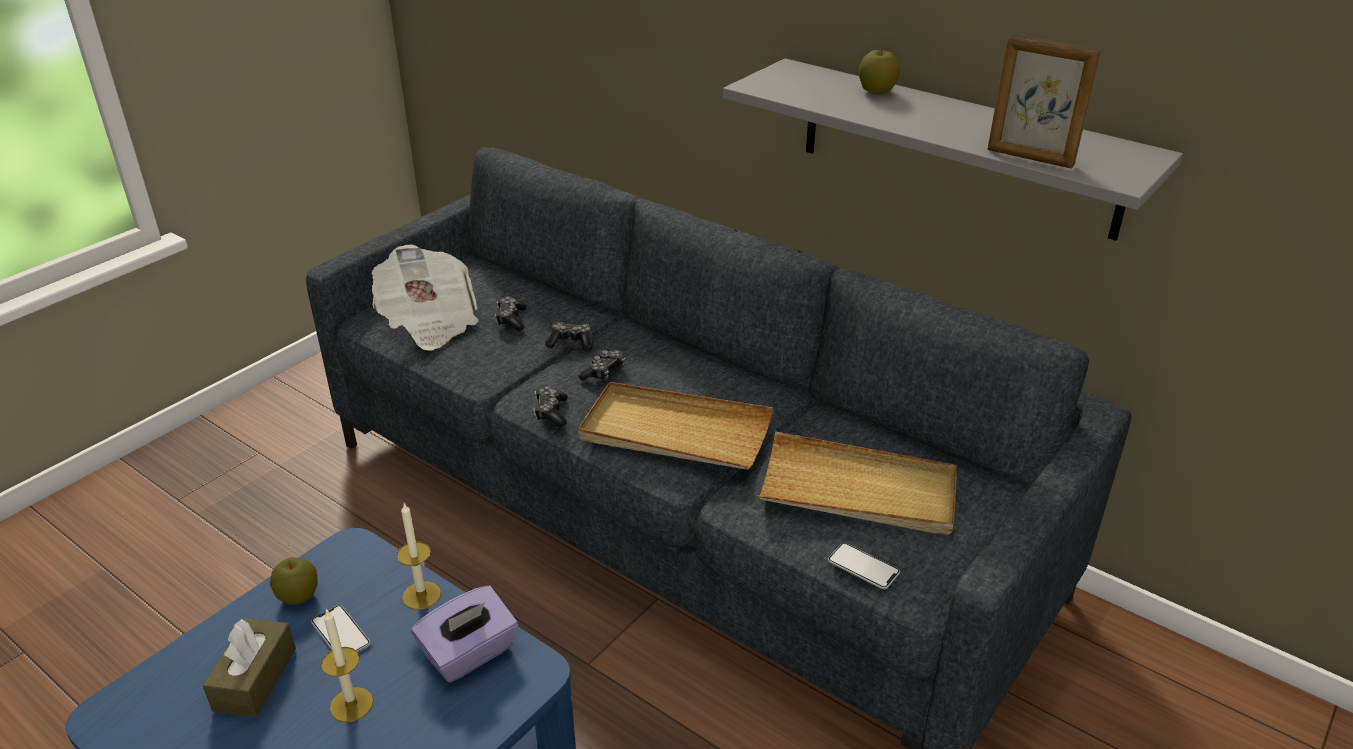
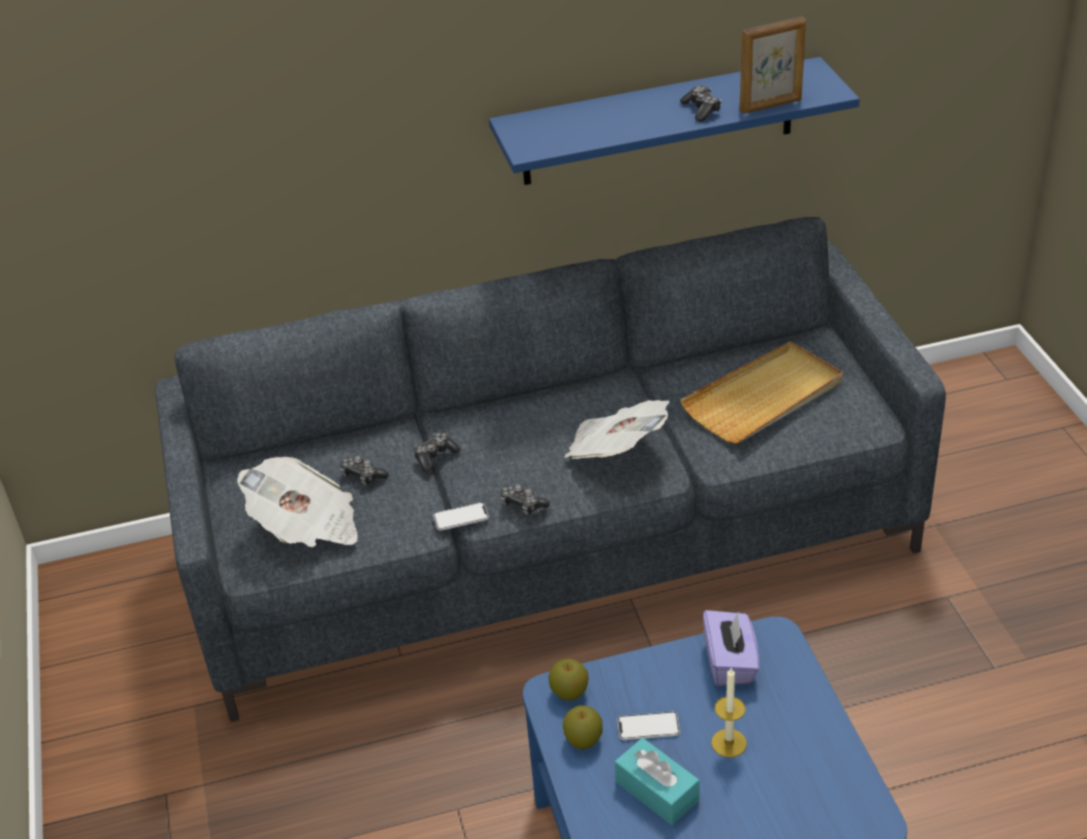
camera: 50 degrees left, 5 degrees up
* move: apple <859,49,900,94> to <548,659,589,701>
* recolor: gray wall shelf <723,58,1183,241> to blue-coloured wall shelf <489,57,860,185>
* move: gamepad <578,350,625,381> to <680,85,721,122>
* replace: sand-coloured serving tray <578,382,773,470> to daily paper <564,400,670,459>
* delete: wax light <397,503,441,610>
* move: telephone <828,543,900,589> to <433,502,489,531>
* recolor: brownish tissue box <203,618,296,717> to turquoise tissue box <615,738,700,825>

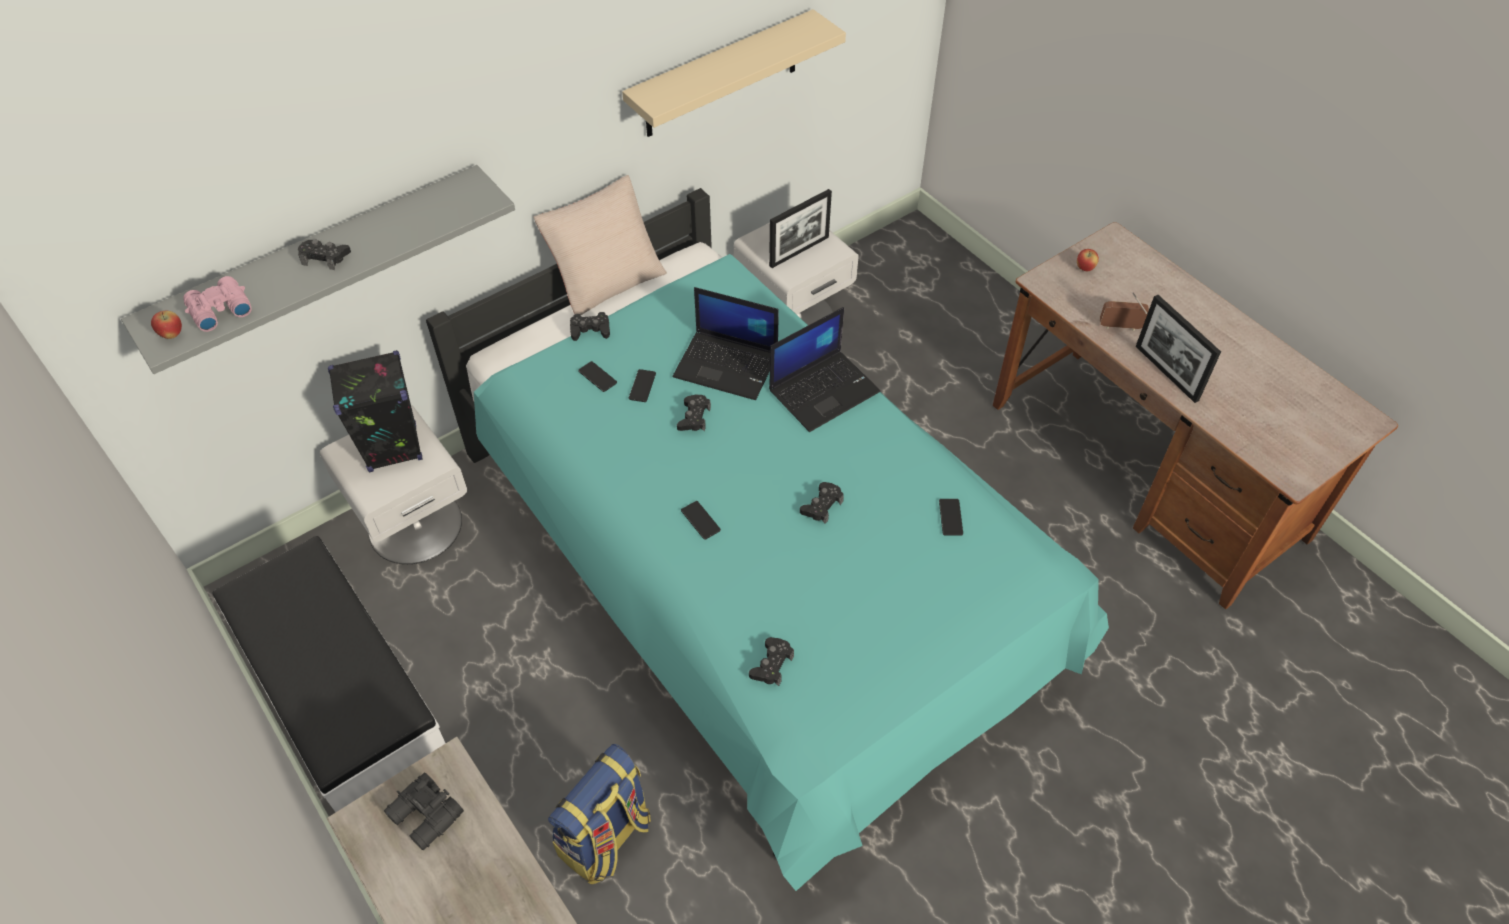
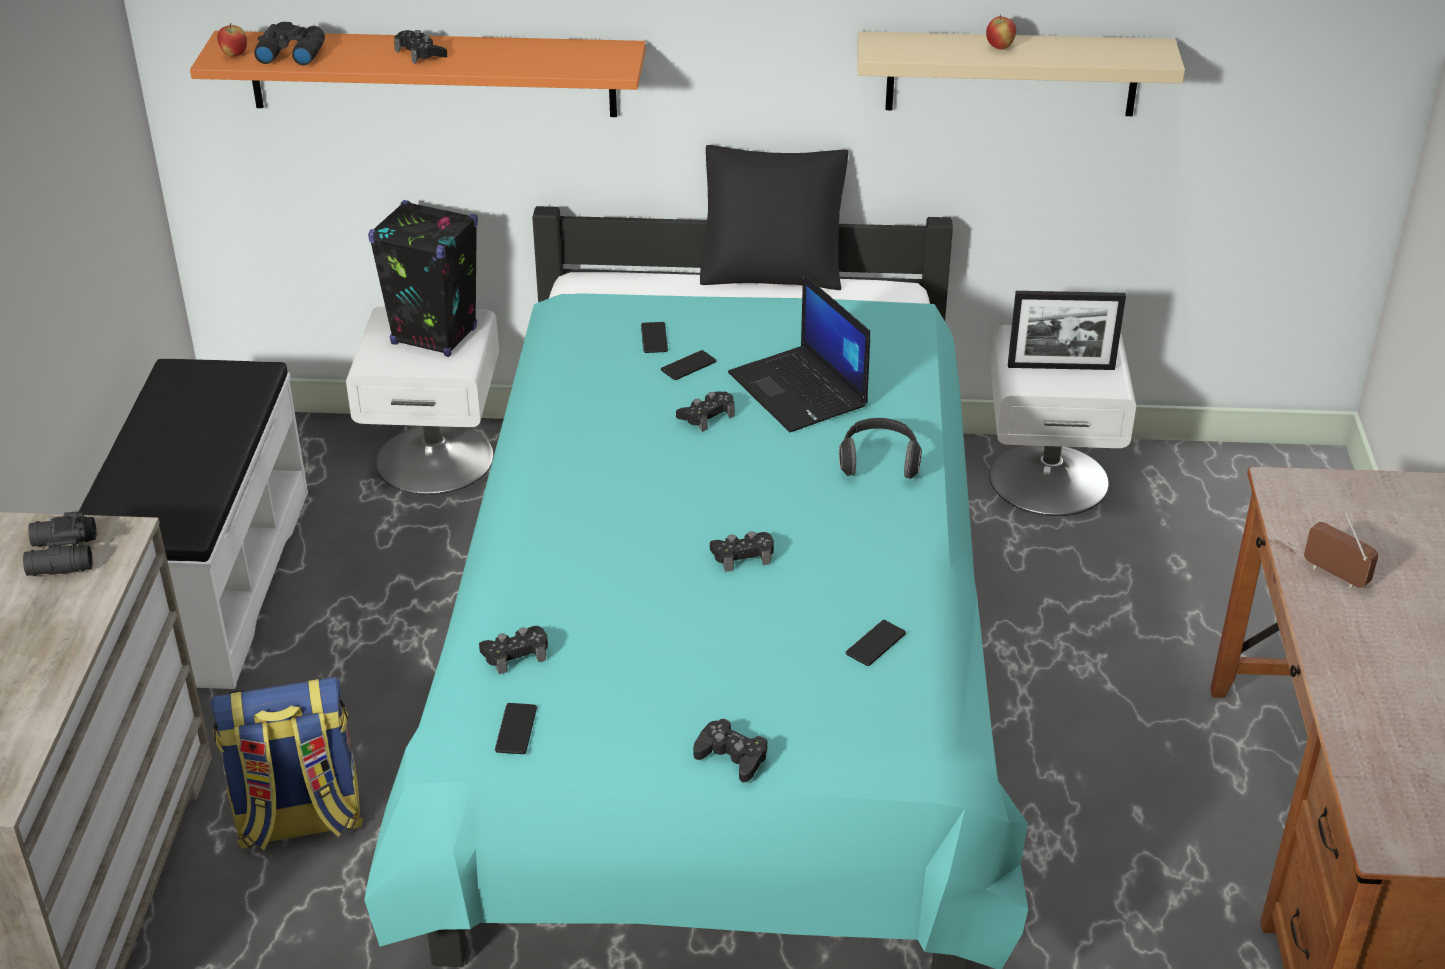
camera: 40 degrees right, 15 degrees down
* recolor: gray wall shelf <121,165,515,374> to orange-coloured wall shelf <190,31,646,117>
* recolor: sand-coloured throw pillow <533,175,667,315> to blackish throw pillow <700,145,848,290>
* move: apple <1077,249,1099,271> to <986,14,1016,50>
* recolor: pink-coloured pair of binoculars <183,276,252,332> to blackish pair of binoculars <254,22,325,66>
* delete: photo frame <1136,295,1221,403>
* replace: portable computer <769,307,880,432> to headset <839,418,922,479>
* move: blackish gamepad <570,312,610,341> to <693,719,767,783>
* move: telephone <681,501,721,540> to <495,703,537,754>

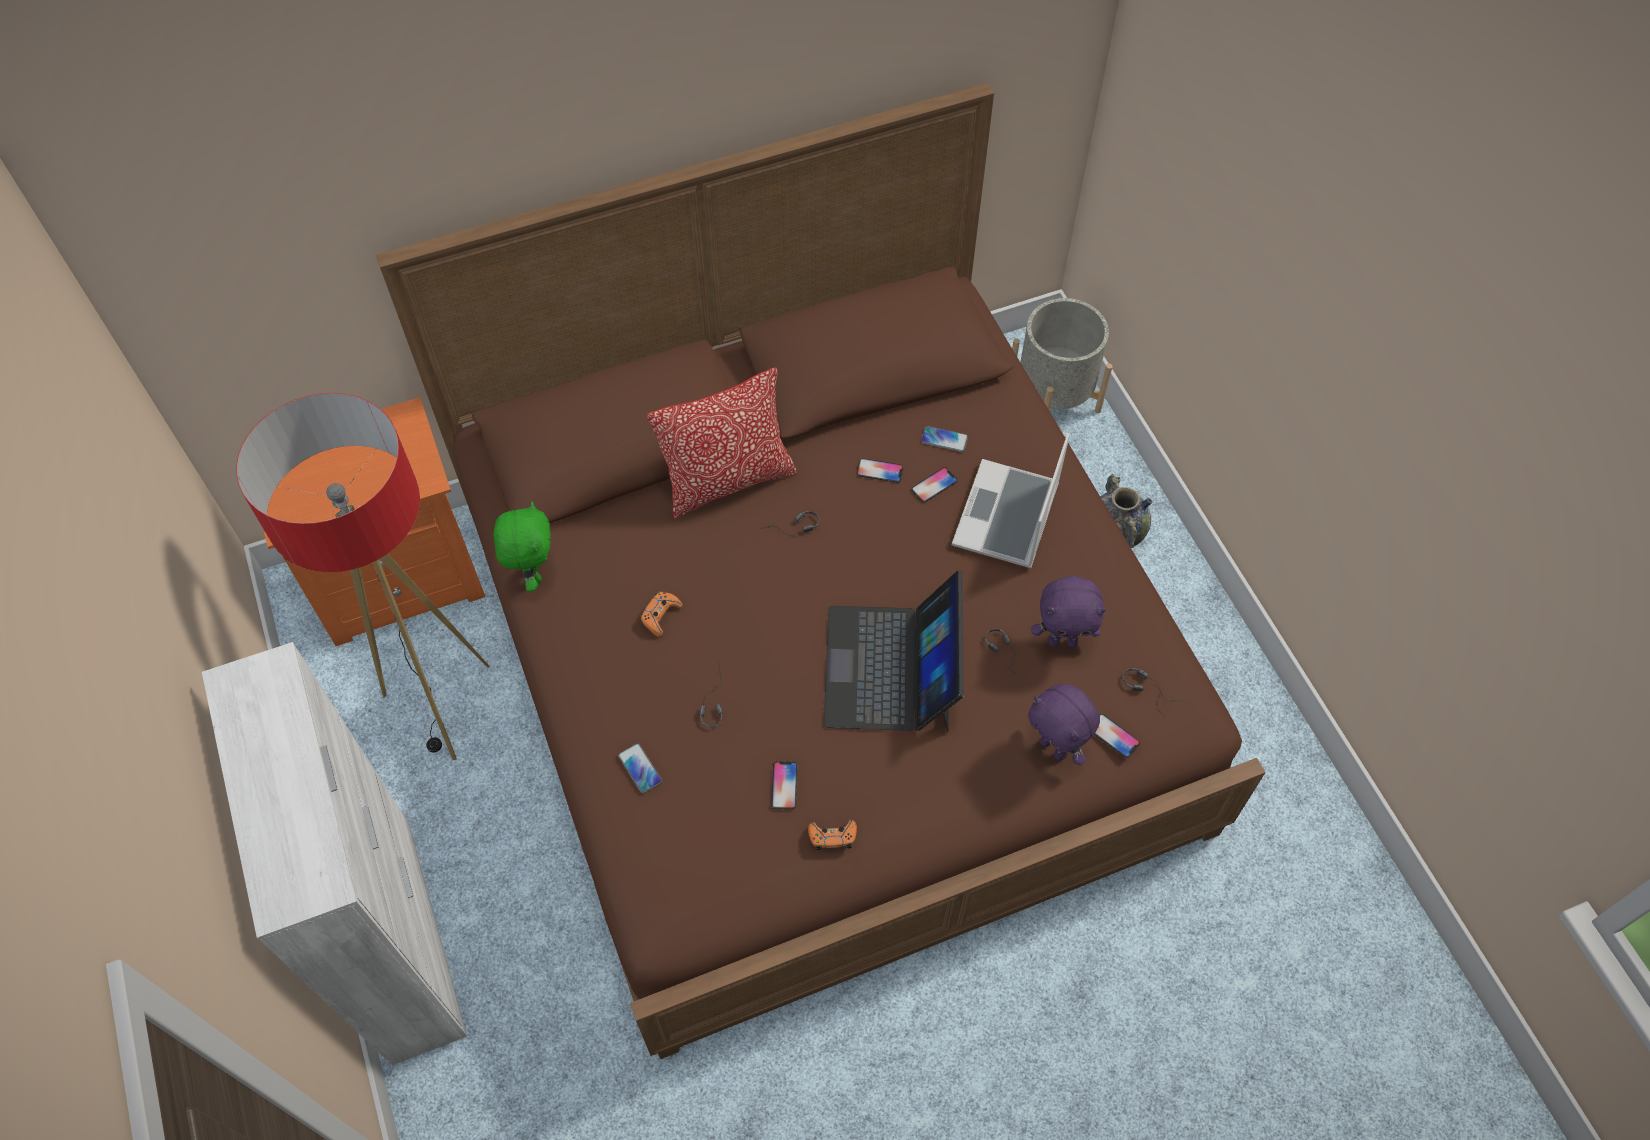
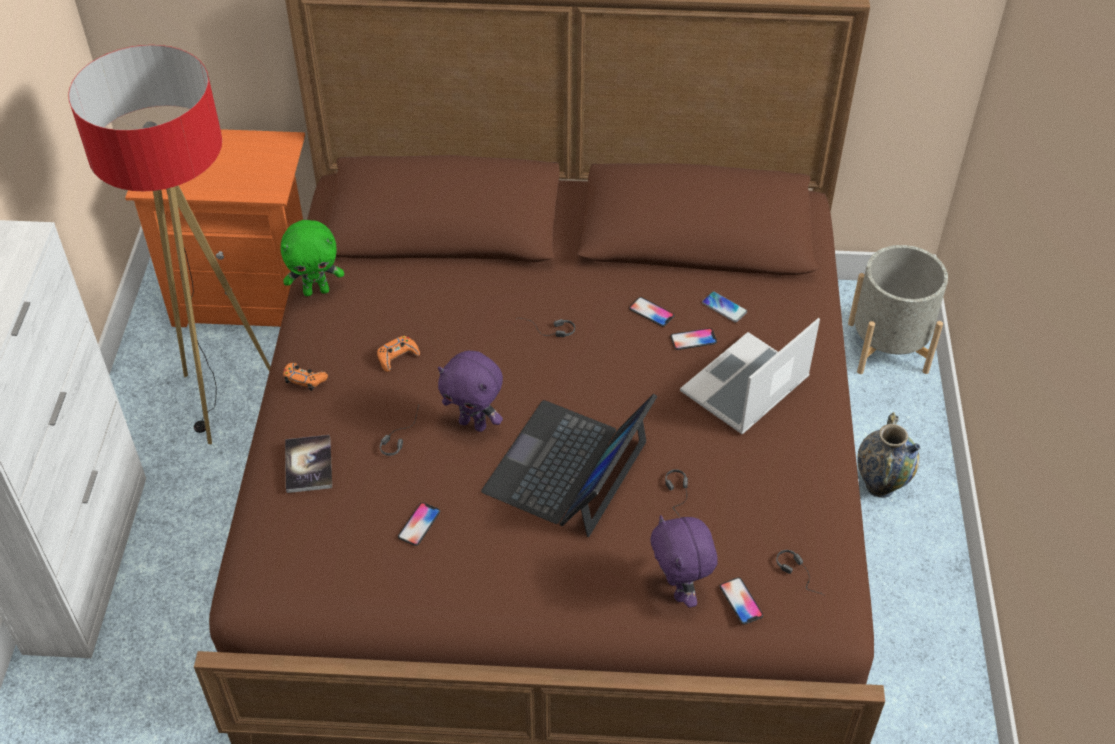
camera: 25 degrees right, 10 degrees down
* delete: throw pillow <647,367,796,519>
* rotate: greenish plush toy <494,502,551,591> = <280,220,344,296> 60 degrees clockwise
* move: purple-coloured plush toy <1031,576,1106,647> to <438,351,503,432>
* replace: telephone <618,743,662,793> to book <285,435,332,493>
* move: orange-coloured gamepad <808,820,857,850> to <283,363,328,391>

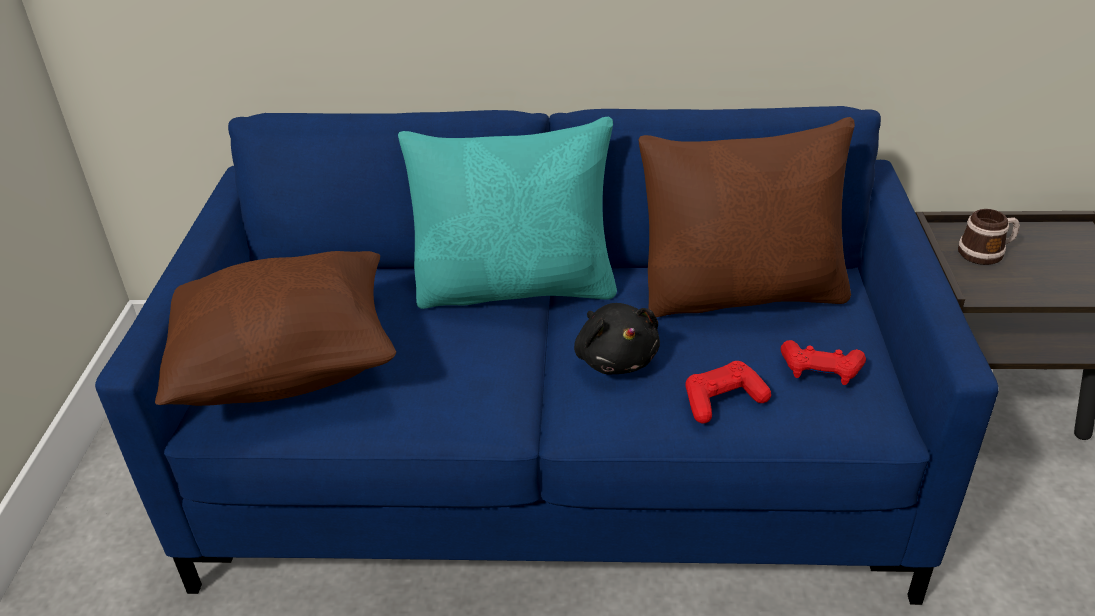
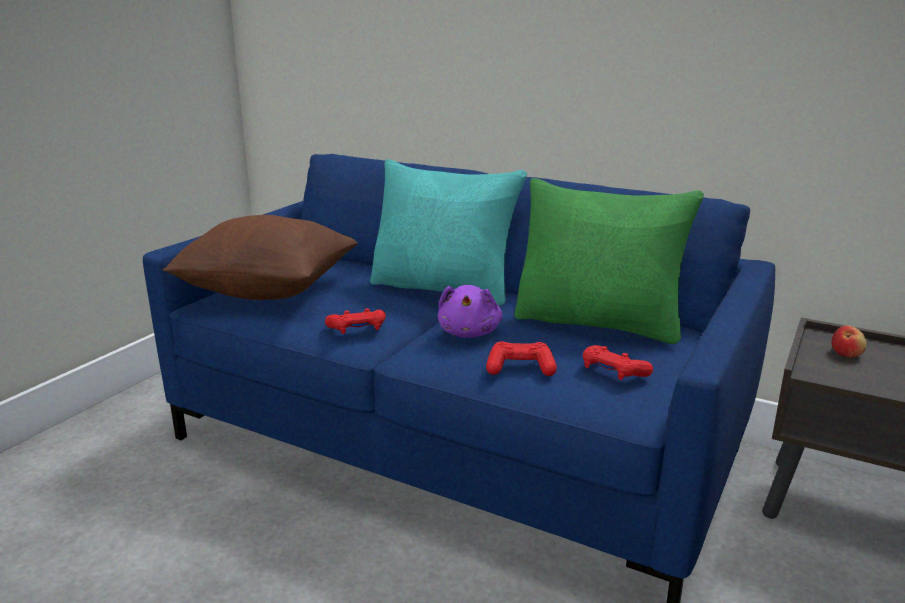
camera: 25 degrees right, 15 degrees down
* recolor: brownish throw pillow <638,117,855,317> to greenish throw pillow <514,178,704,344>
* replace: coffee mug <958,209,1020,265> to apple <832,325,867,357>
* recolor: blackish plush toy <574,303,660,374> to purple-coloured plush toy <438,285,502,338>
* insert: reddish gamepad <325,308,386,334>

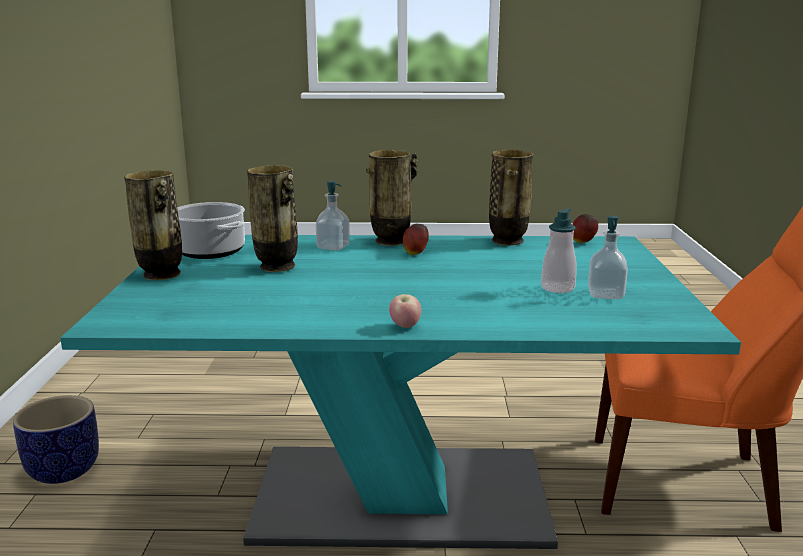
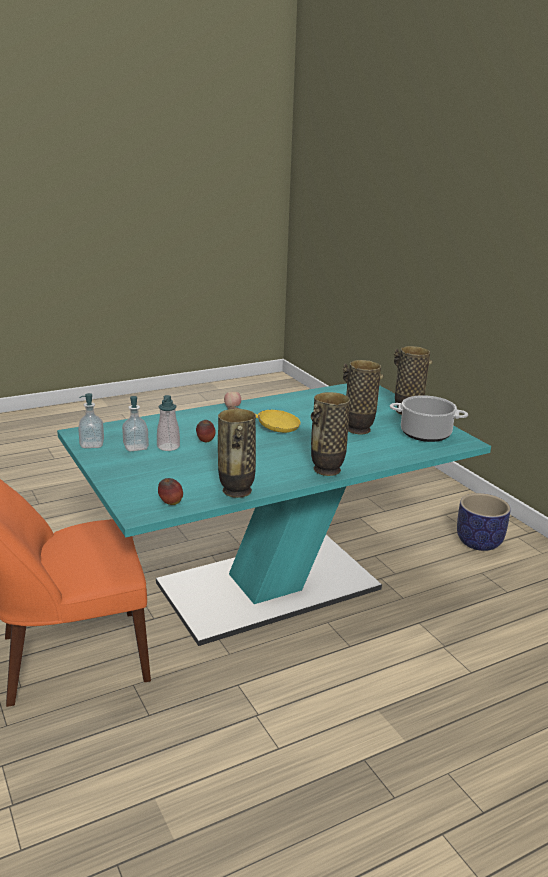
camera: 150 degrees right, 5 degrees up
* move: soap dispenser <316,181,350,251> to <78,393,104,448>
* move: apple <403,224,429,255> to <196,420,216,442>
* insert: yellowish frying pan <227,406,301,433>

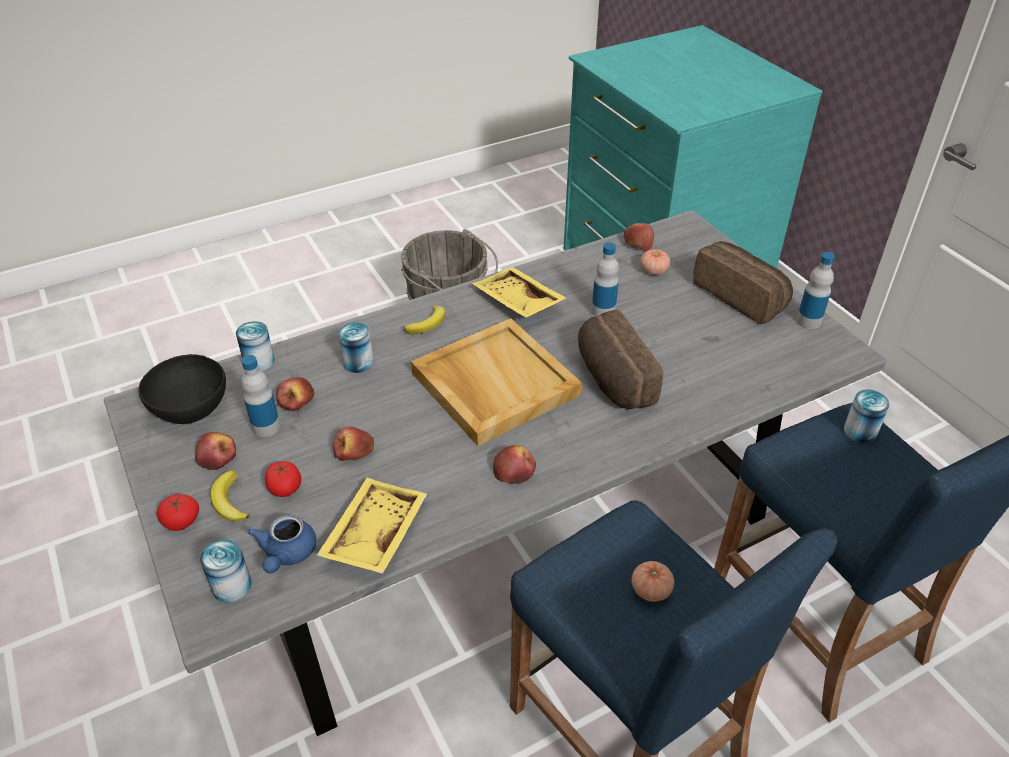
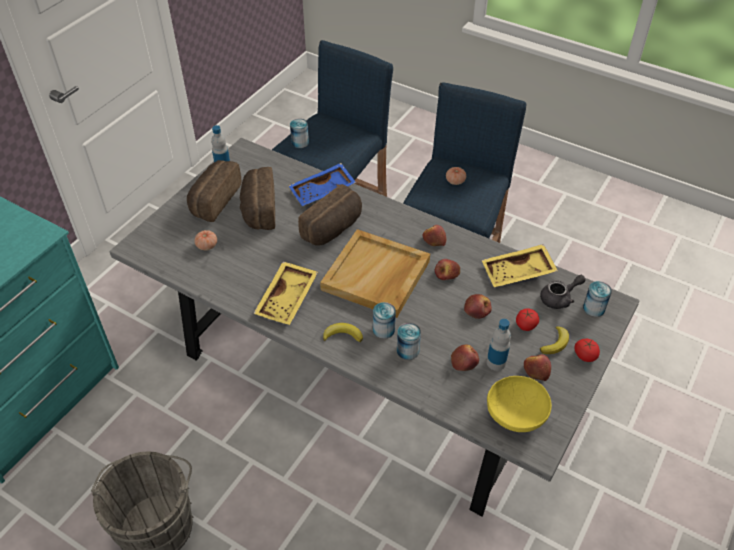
camera: 120 degrees left, 5 degrees up
* move: apple <624,223,654,252> to <435,259,460,280>
* delete: bottle <592,242,619,316>
* move: sealed can <236,321,275,371> to <373,302,396,339>
* recolor: blackish deep dish <138,354,226,424> to yellowish deep dish <487,376,552,432>
* recolor: blue-coloured tea pot <247,515,316,573> to gray tea pot <540,275,586,309>
* insert: blue-coloured serving tray <289,163,356,206>
* insert: baked bread <240,167,275,230>

